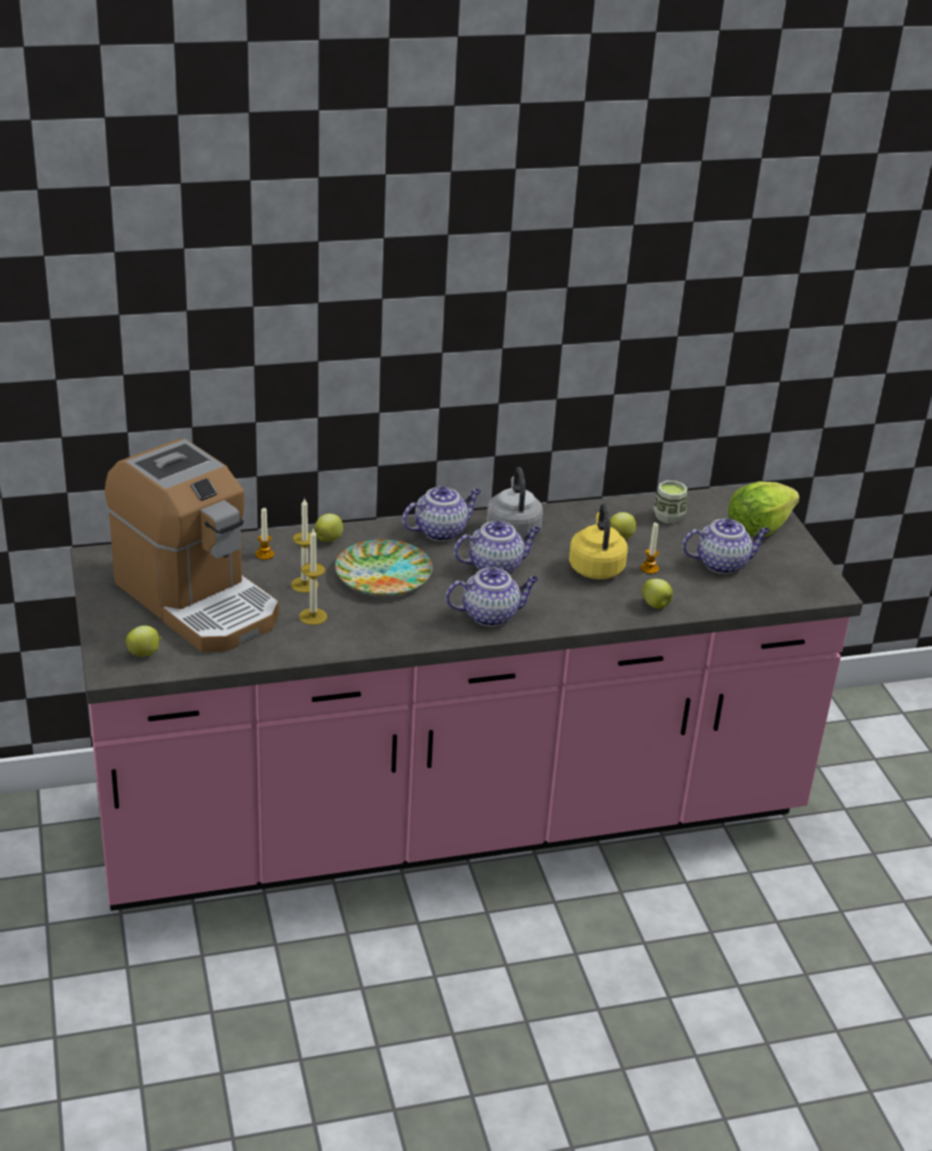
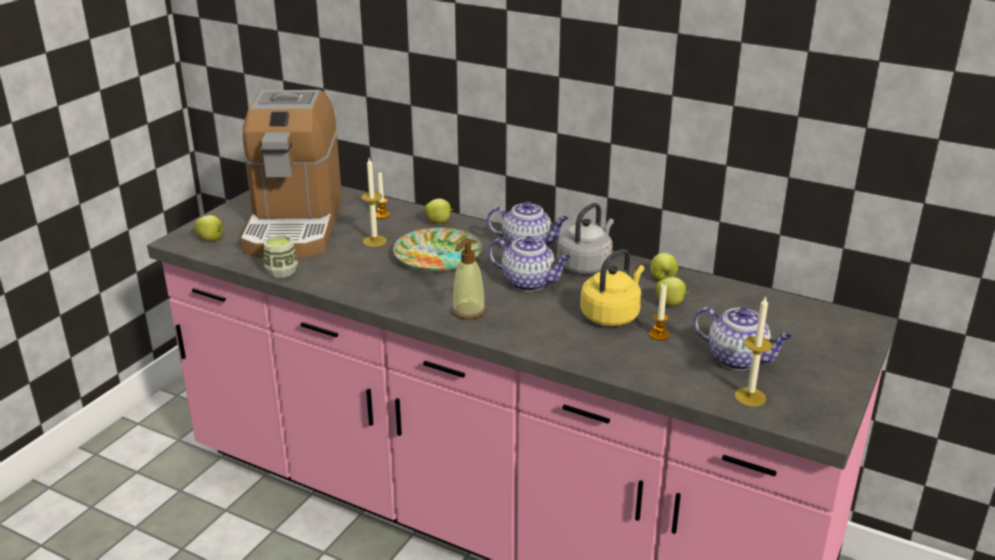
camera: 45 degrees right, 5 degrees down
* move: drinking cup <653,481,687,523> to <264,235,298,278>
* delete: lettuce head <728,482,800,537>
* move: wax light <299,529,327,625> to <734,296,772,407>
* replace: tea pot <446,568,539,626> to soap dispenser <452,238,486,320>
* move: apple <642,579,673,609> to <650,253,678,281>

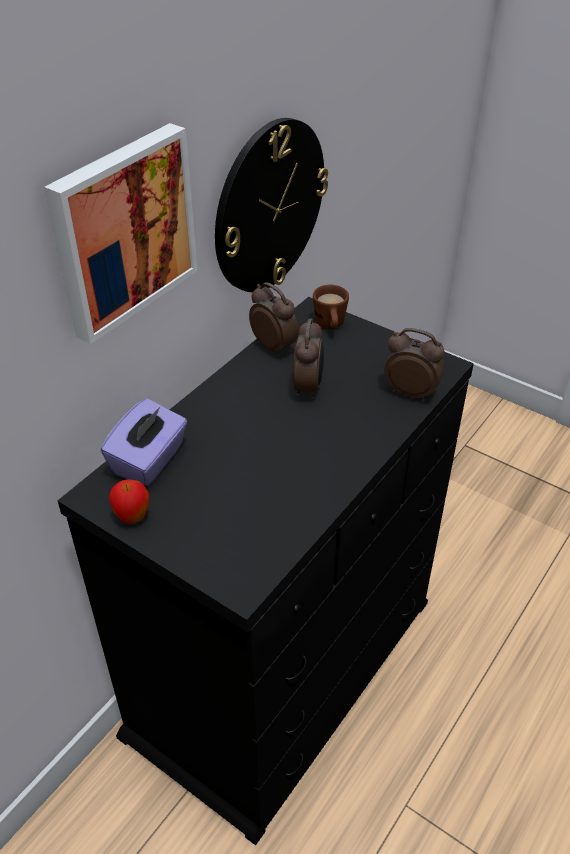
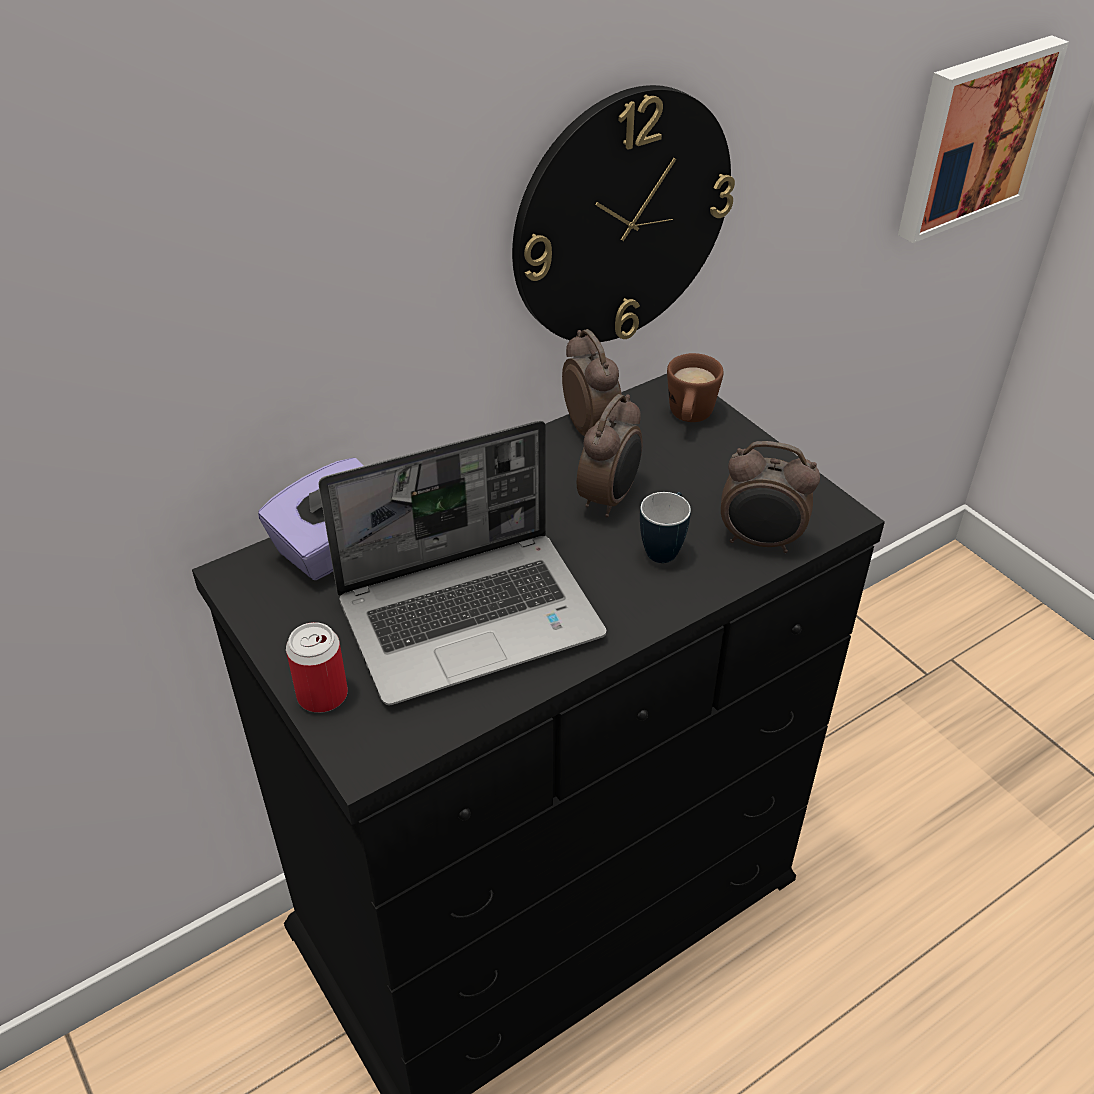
camera: 20 degrees right, 0 degrees up
* move: wall picture <44,123,198,344> to <898,35,1069,243>
* rotate: alarm clock <384,328,444,401> = <721,441,820,553> 150 degrees clockwise
* delete: apple <109,480,149,524>
* insert: portable computer <319,421,606,706>
* insert: coffee mug <640,492,691,563>
* insert: sealed can <286,622,348,713>

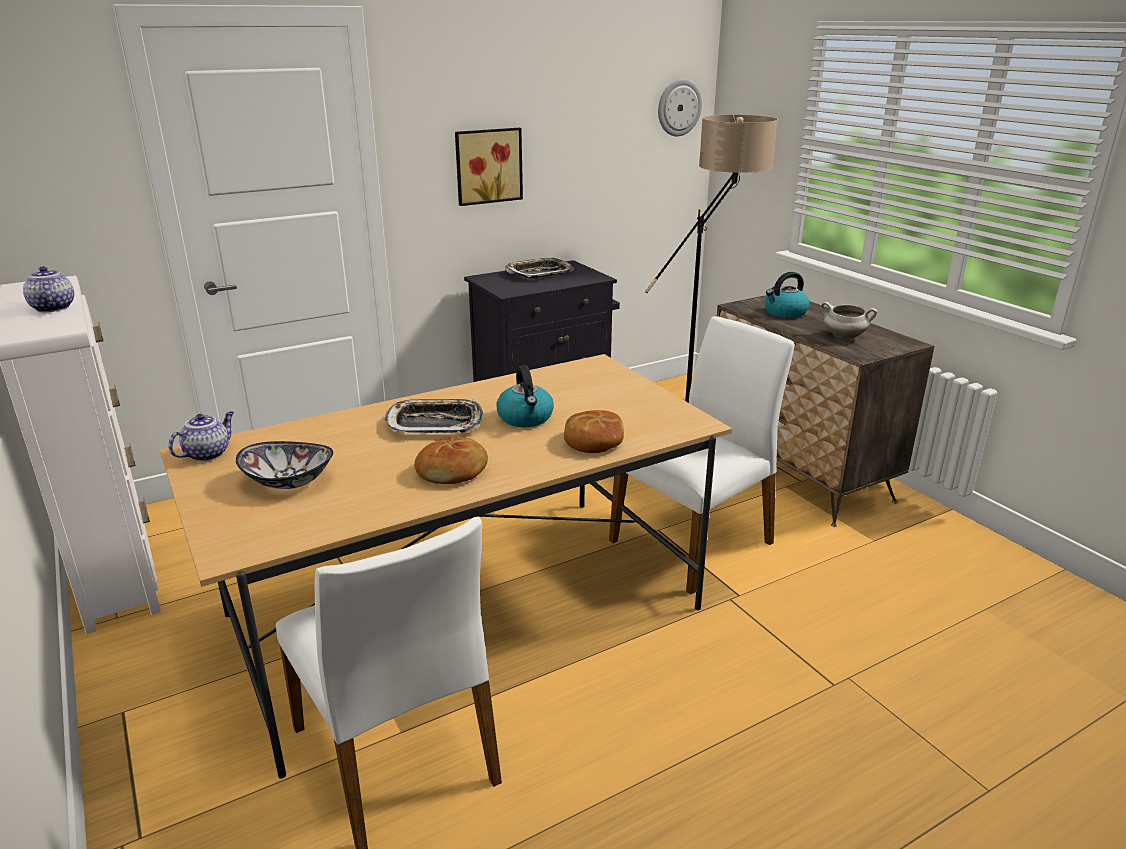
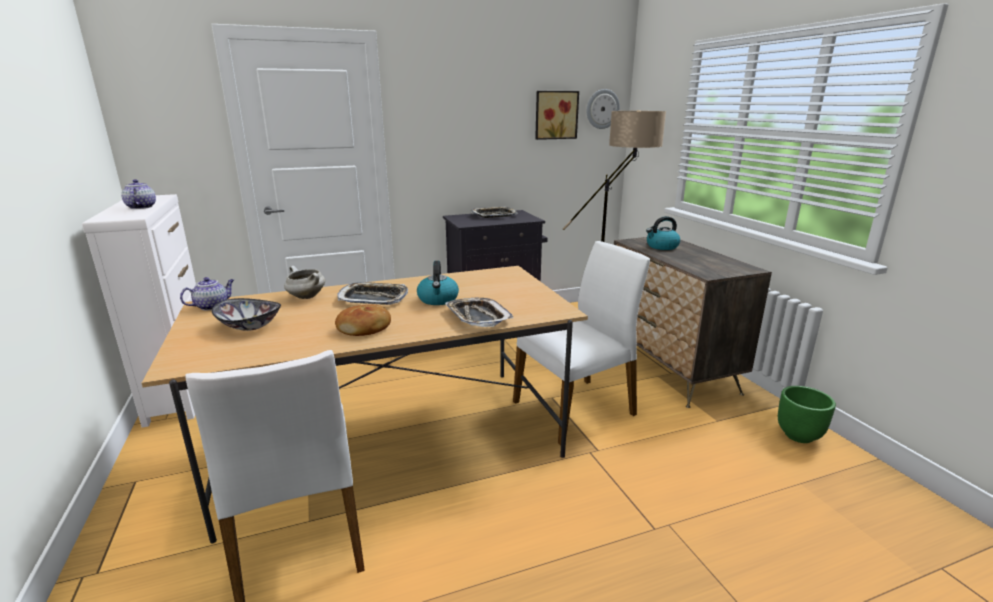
camera: 10 degrees right, 5 degrees down
* move: wall picture <455,128,523,206> to <535,91,579,140>
* move: white saucepot <821,302,877,339> to <284,266,325,299>
* replace: baked bread <564,410,624,453> to serving tray <445,298,513,327>
* insert: greenish flower pot <778,386,836,443>

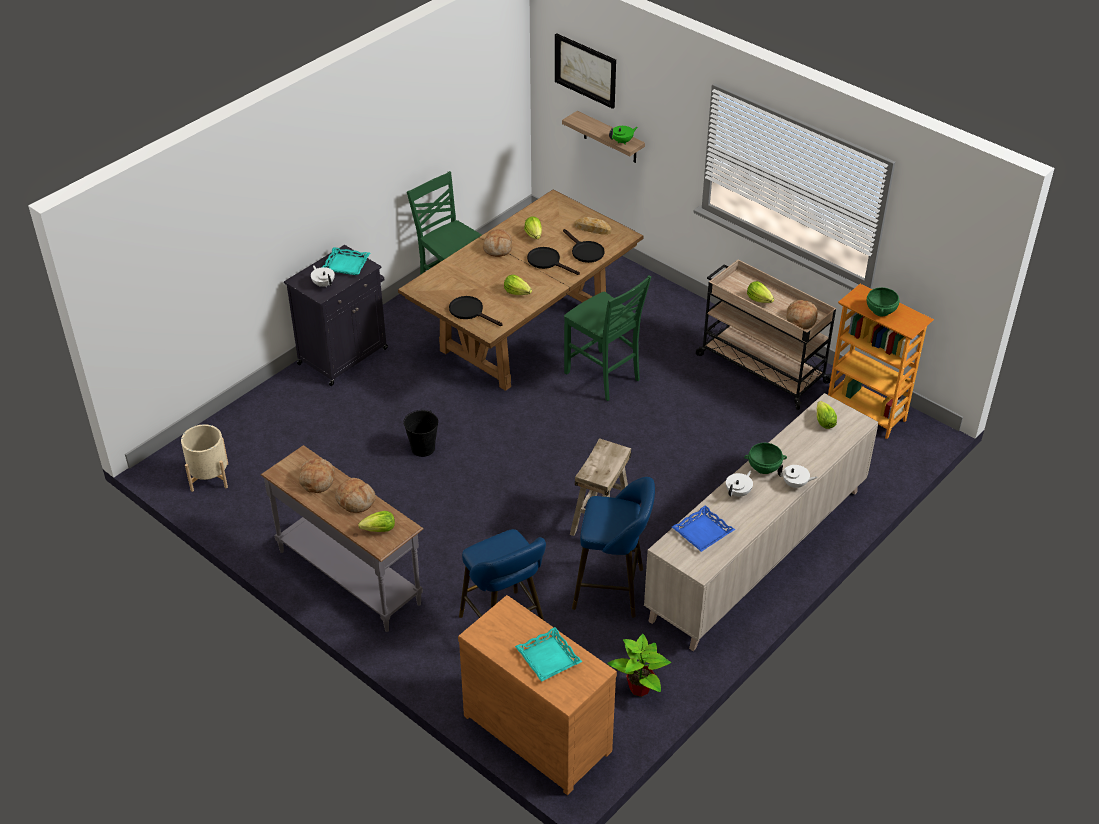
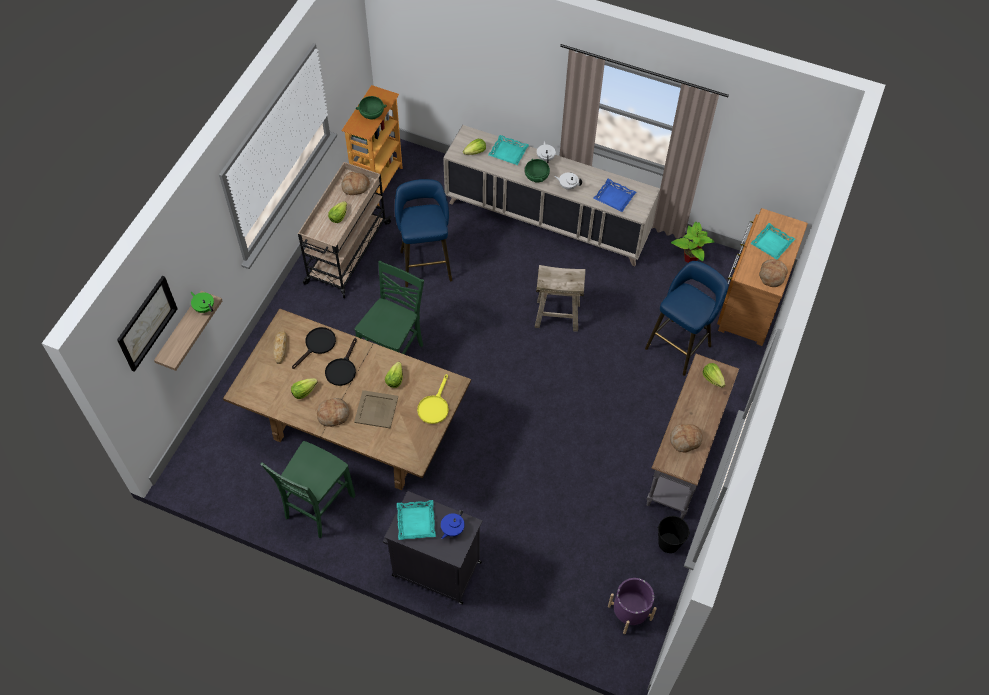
camera: 110 degrees left, 15 degrees up
* recolor: white tea pot <311,265,335,287> to blue-coloured tea pot <441,510,465,539>
* recolor: blackish frying pan <449,296,503,326> to yellowish frying pan <417,374,449,424>
* move: blackish bucket <403,410,438,457> to <658,516,690,553>
* recolor: sand-coloured flower pot <181,424,228,492> to purple-coloured flower pot <608,578,657,634>
* move: blue-coloured sitting stool <572,477,655,618> to <395,179,452,287>
* move: baked bread <335,478,376,513> to <759,259,788,287>
* insert: turquoise serving tray <488,135,529,165>
* insert: sand-coloured serving tray <354,390,398,429>

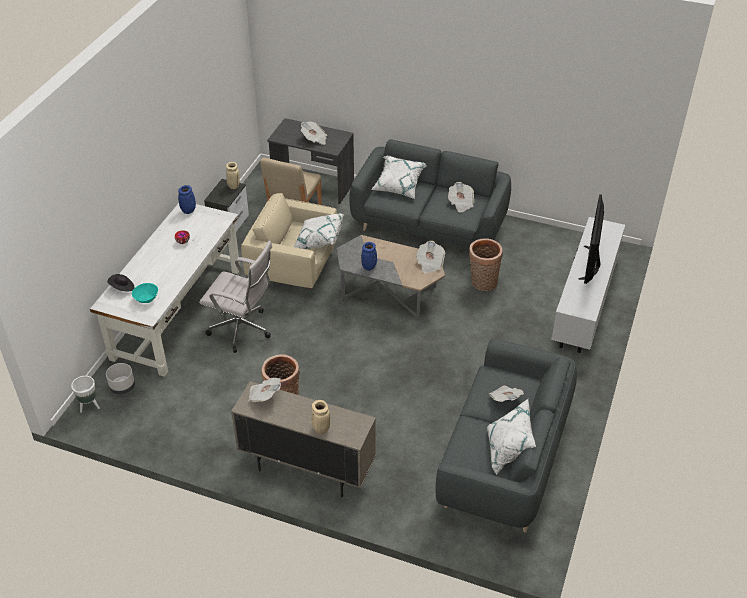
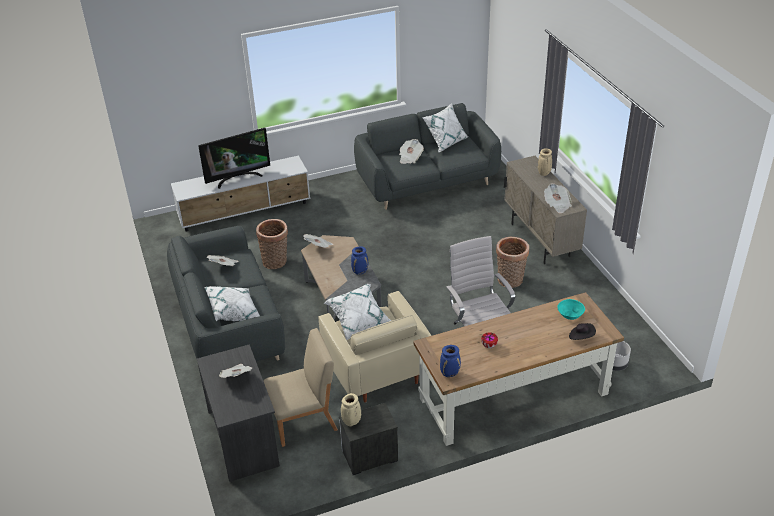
camera: 130 degrees left, 5 degrees down
* recolor: white desk table <90,203,240,377> to brownish desk table <413,292,624,446>
* delete: white flower pot <71,376,100,413>

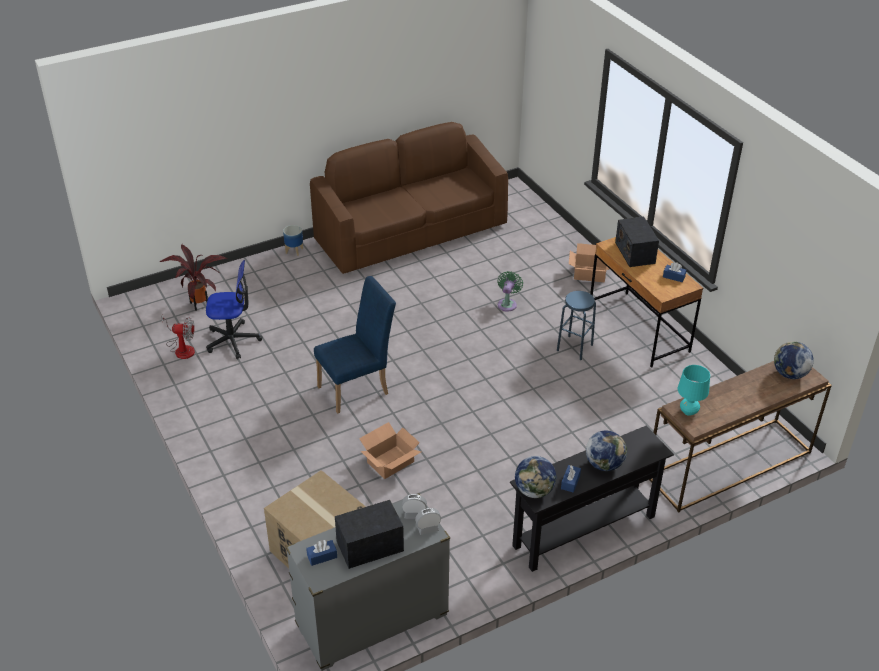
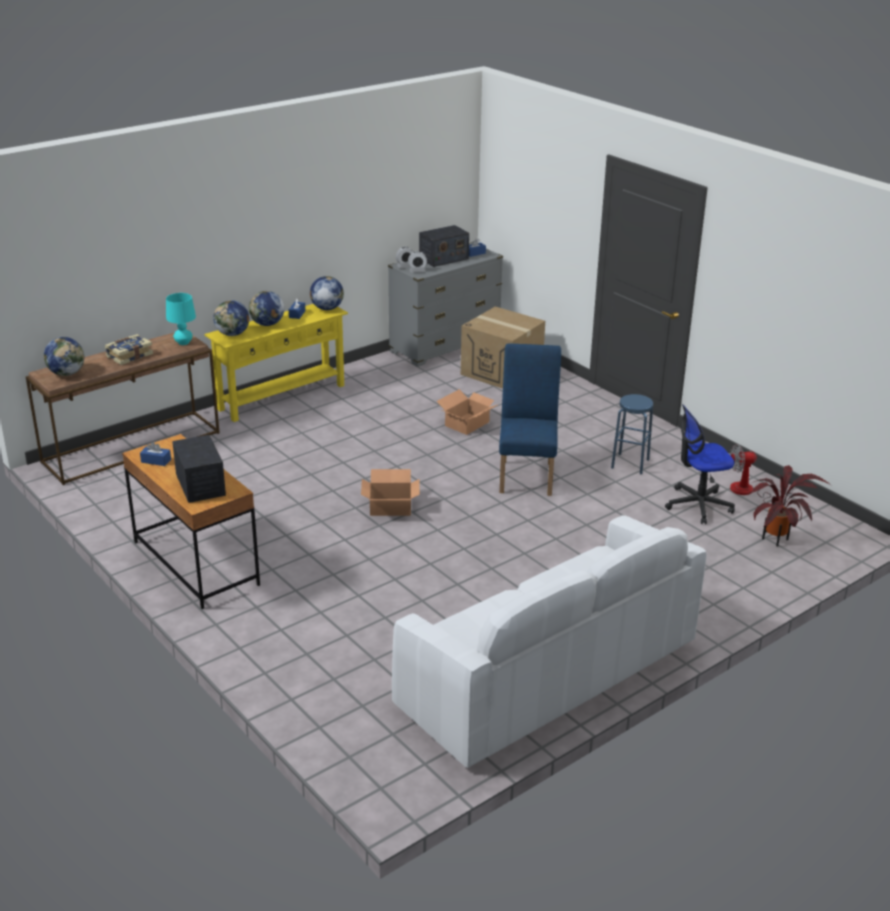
camera: 170 degrees right, 10 degrees down
* recolor: brownish sofa <310,122,508,274> to white sofa <392,515,707,768>
* delete: flower pot <283,225,303,256>
* move: carton <569,243,609,282> to <361,469,420,516>
* delete: greenish fan <497,271,523,312>
* rotate: blue-coloured plain chair <314,276,396,414> = <499,343,561,496> 135 degrees clockwise
* move: blue-coloured sitting stool <557,291,596,360> to <611,394,653,474>
* recolor: blackish narrow table <510,426,674,572> to yellowish narrow table <204,304,348,422>
* insert: world globe <213,300,250,336>
* insert: book <105,334,153,365>

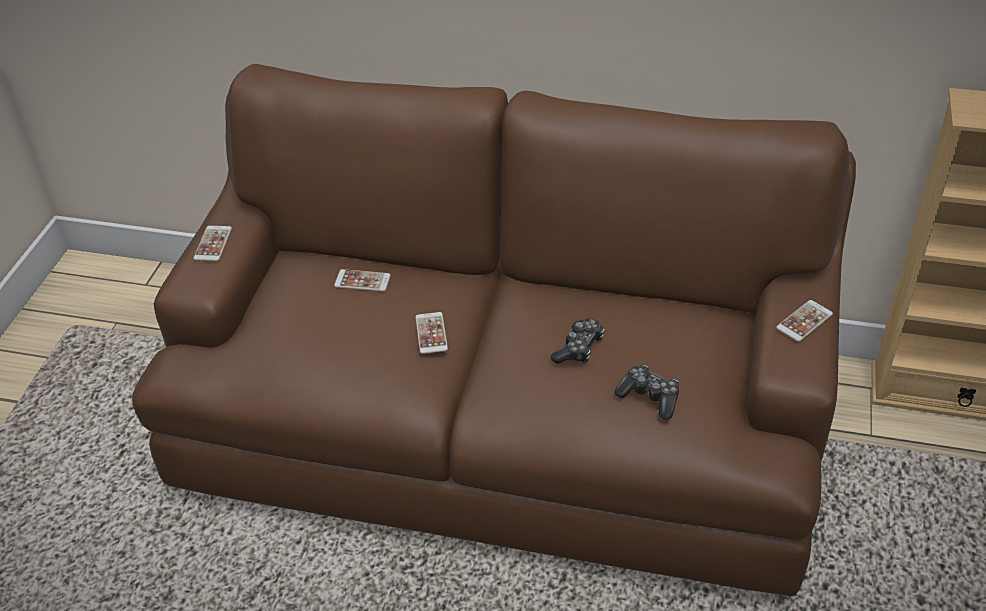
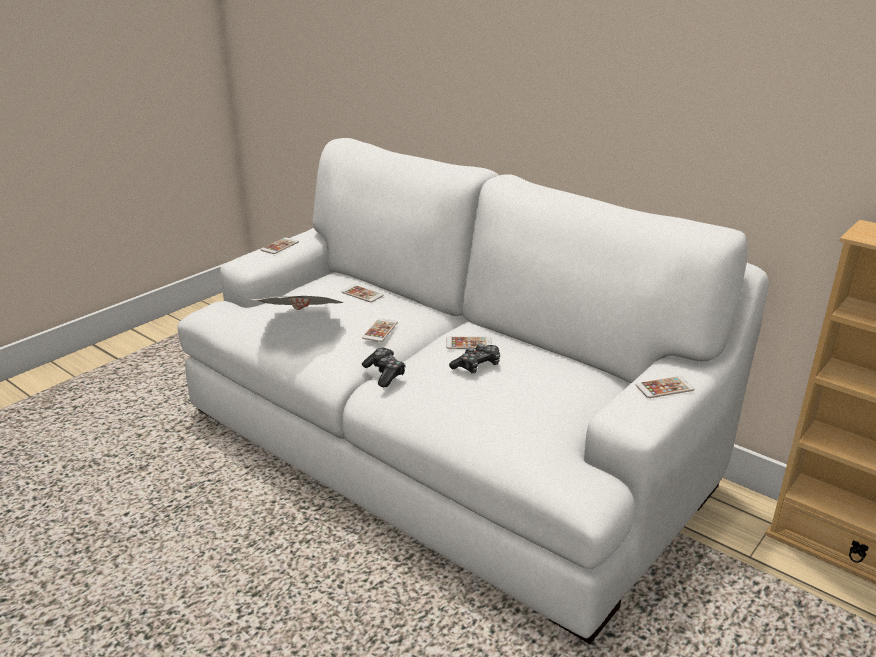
camera: 25 degrees right, 15 degrees down
* recolor: brownish sofa <132,64,856,596> to white sofa <177,138,769,644>
* move: gamepad <614,365,679,420> to <362,348,406,387>
* insert: daily paper <250,296,344,310>
* insert: telephone <446,337,492,349>

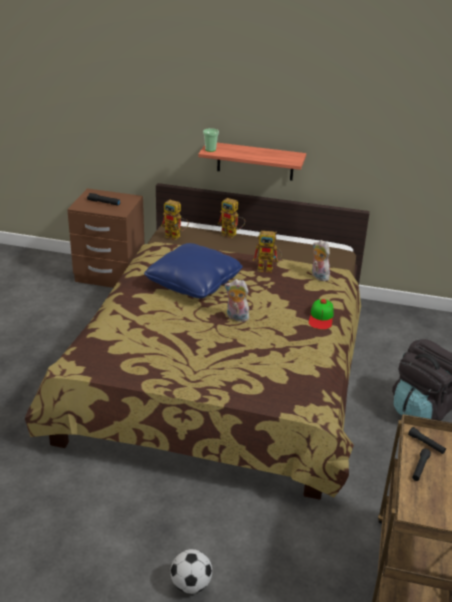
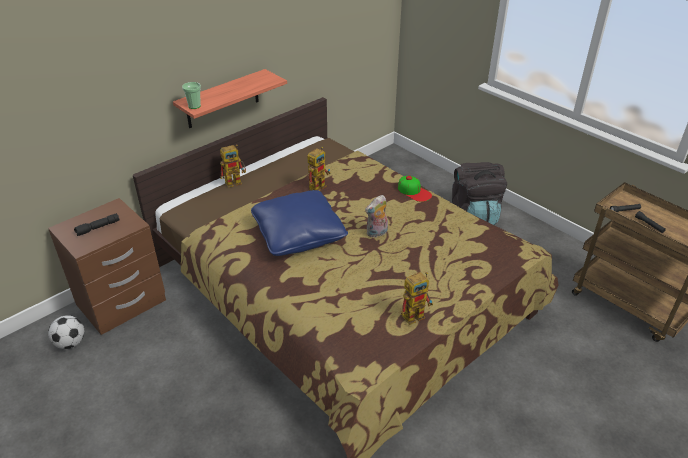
camera: 55 degrees left, 5 degrees up
* move: toy robot <161,199,189,240> to <401,272,433,325>
* delete: plush toy <312,240,330,281>
* move: football ball <170,549,212,594> to <48,315,84,349>

